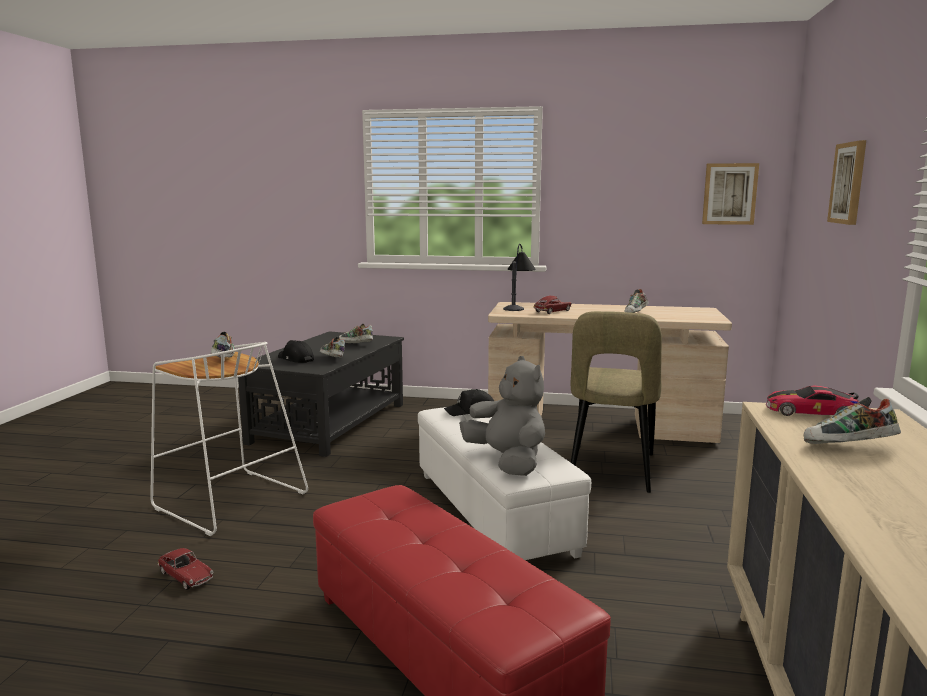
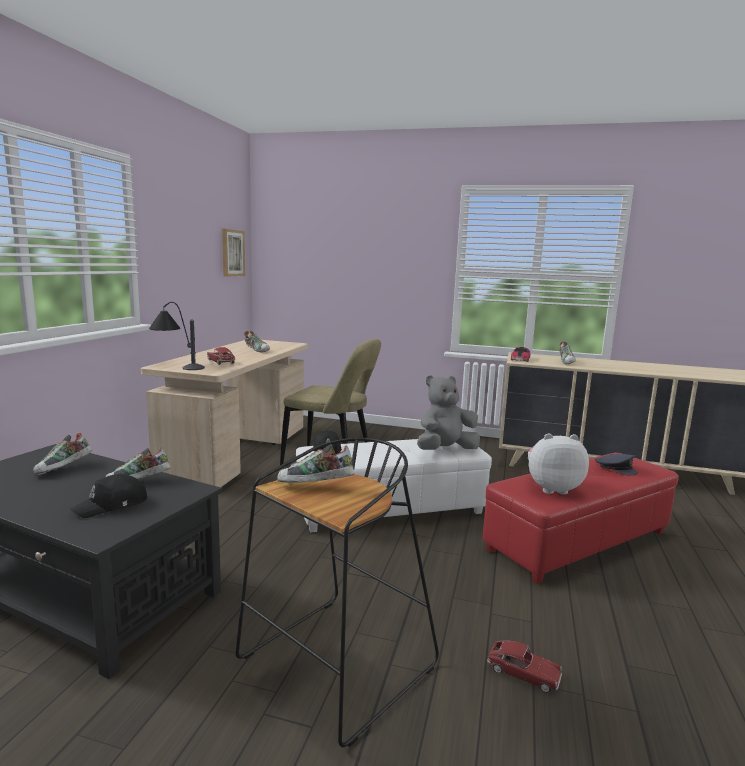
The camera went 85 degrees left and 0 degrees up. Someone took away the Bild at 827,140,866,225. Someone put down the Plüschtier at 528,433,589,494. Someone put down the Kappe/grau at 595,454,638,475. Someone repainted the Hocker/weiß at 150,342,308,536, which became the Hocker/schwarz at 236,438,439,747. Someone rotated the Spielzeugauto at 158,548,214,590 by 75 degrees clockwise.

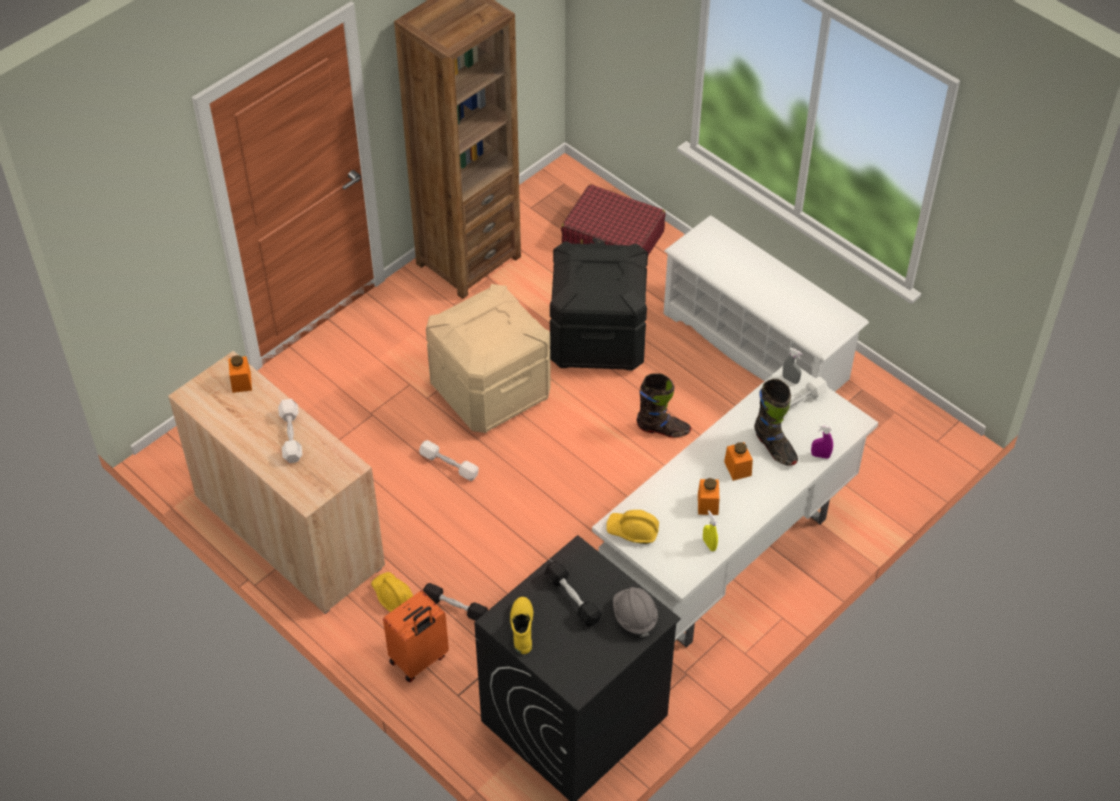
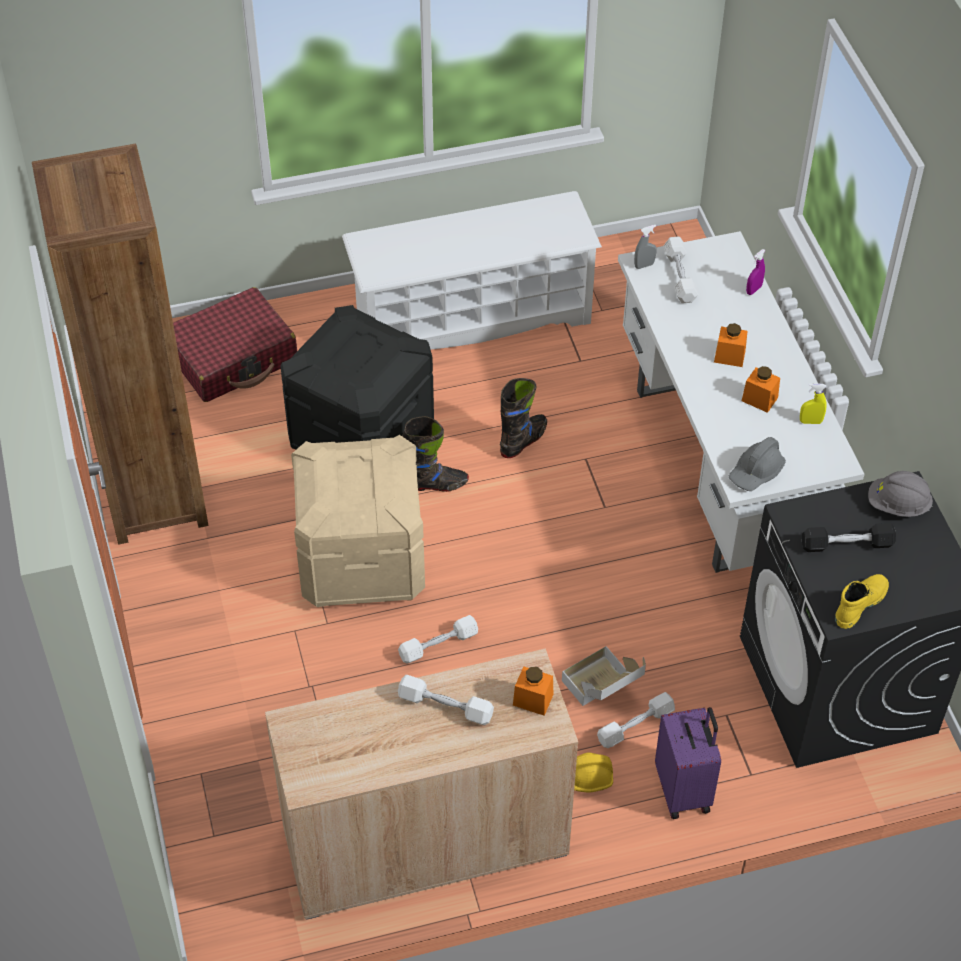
The camera went 60 degrees left and 0 degrees up. Someone put down the Karton at 562,646,646,706. Someone carried the Vorratsglas/orange from 228,355,252,393 to 513,666,553,716. Someone carried the Stiefel/schwarz from 754,379,798,466 to 402,416,469,492. Someone repainted the Koffer/orange at 383,590,449,682, which became the Koffer/lila at 655,707,721,819. Someone repainted the Hantel/schwarz at 423,583,488,621, which became the Hantel/weiß at 597,692,675,748. Someone repainted the Schutzhelm/gelb at 606,510,659,544, which became the Schutzhelm/grau at 729,437,786,491. Someone rotated the Stiefel/gelb at 510,597,533,654 by 105 degrees clockwise.

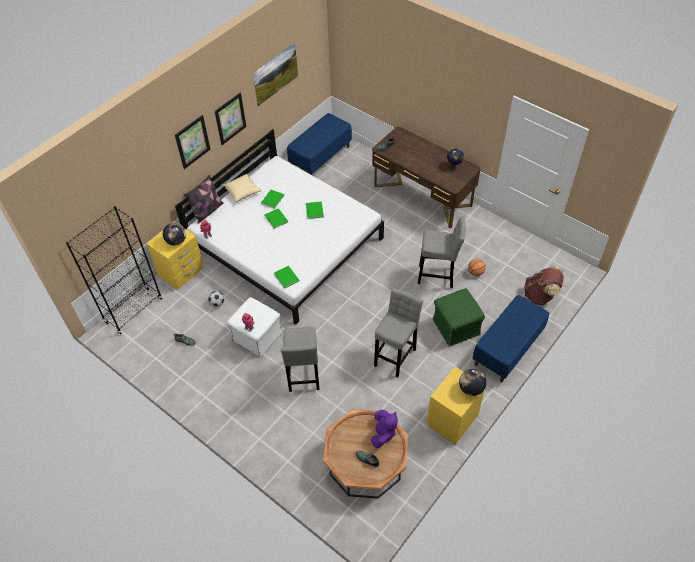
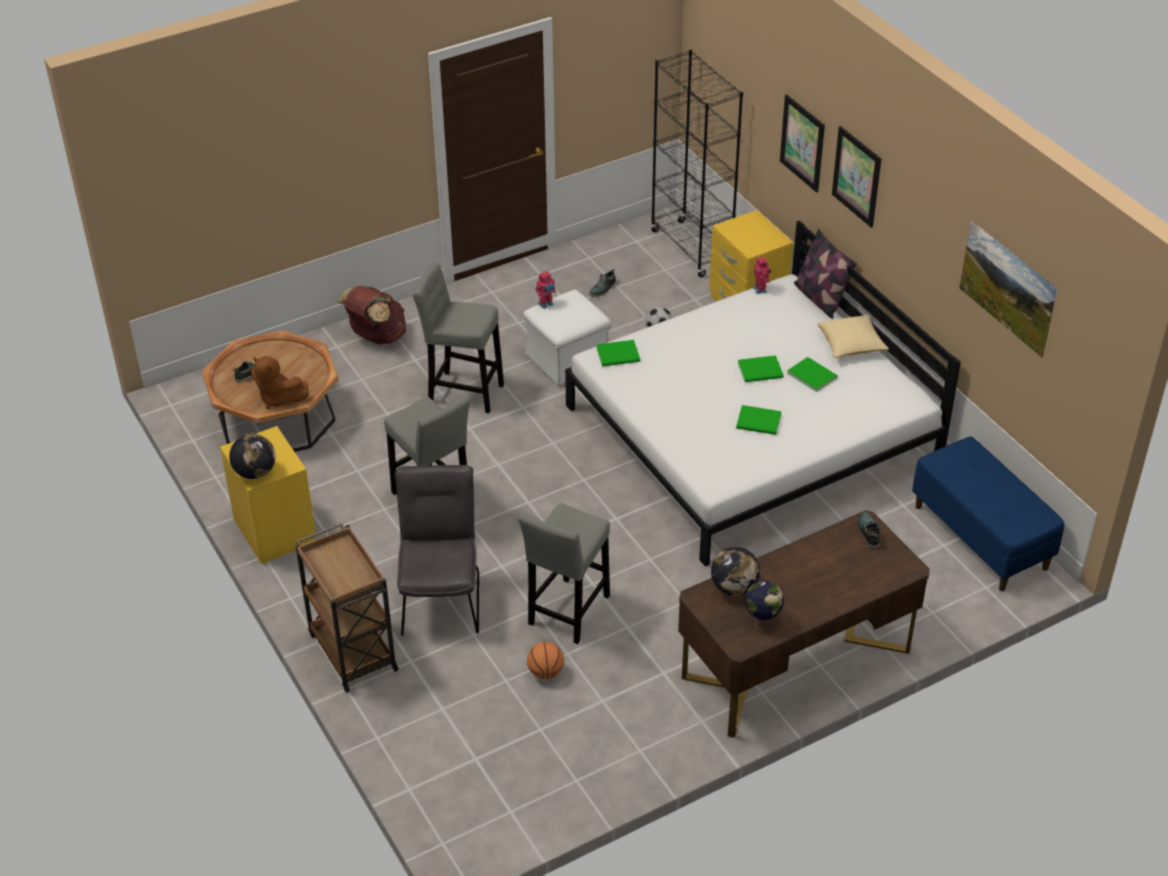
The camera went 110 degrees right and 10 degrees down. Someone carried the Globus from 163,223,186,246 to 711,547,760,596. Someone carried the Bild from 215,93,246,145 to 780,94,825,193. Someone carried the Rucksack/braun from 524,266,564,305 to 337,286,406,345. Someone swapped the Polsterhocker/grün at 433,288,485,347 for the Stuhl/grau at 395,465,480,636. Someone swapped the Bank/blau at 473,295,549,382 for the Rollwagen/braun at 295,523,399,693. Someone repainted the Plüschtier/lila at 371,410,398,448, which became the Plüschtier/braun at 251,356,309,409.

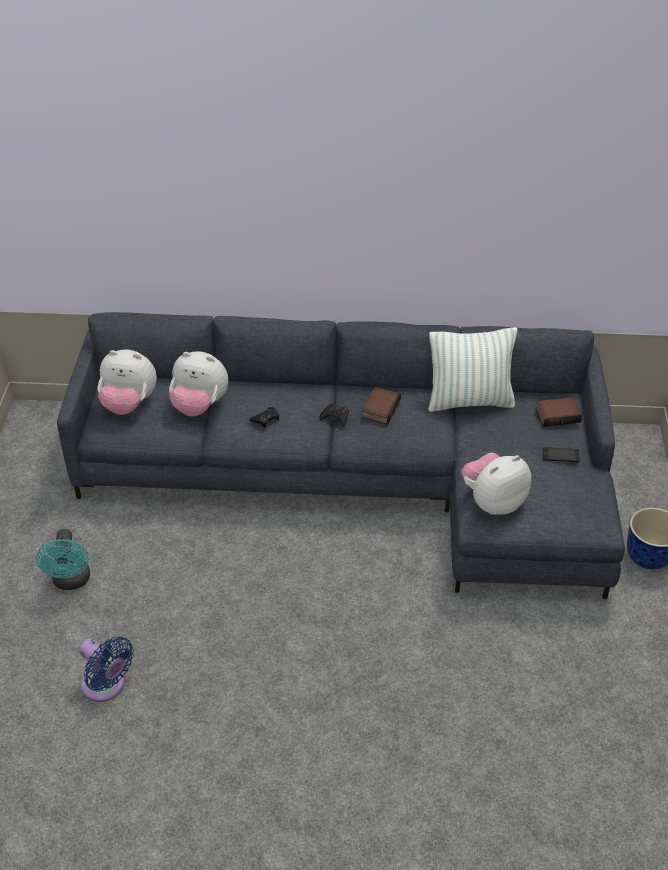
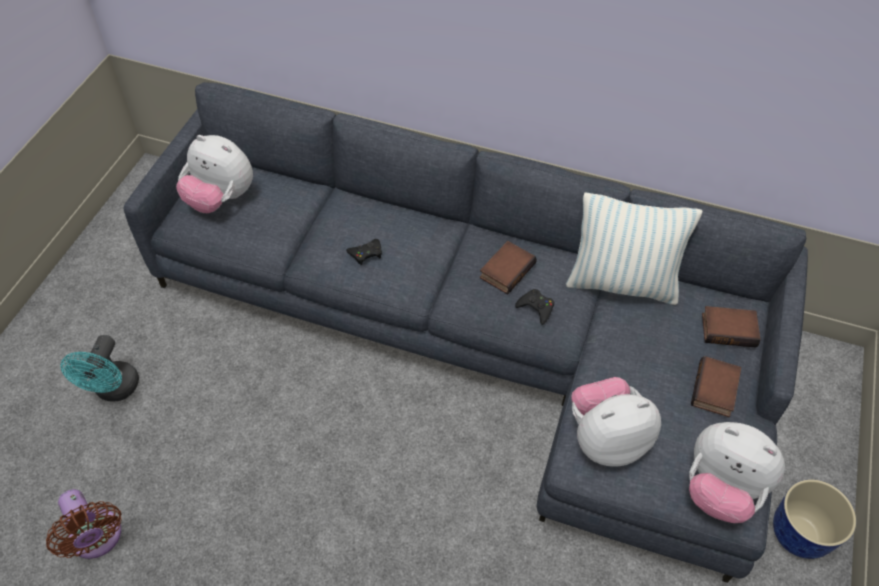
The camera went 15 degrees right and 10 degrees up. Someone carried the Plüschtier from 169,351,228,417 to 689,422,785,523. Someone carried the Gamepad/schwarz from 319,403,349,427 to 515,289,554,325. Someone swapped the Handy at 542,447,580,462 for the Buch at 691,356,741,417. Someone repainted the Ventilator/blau at 79,637,134,702, which became the Ventilator/braun at 46,489,122,559.

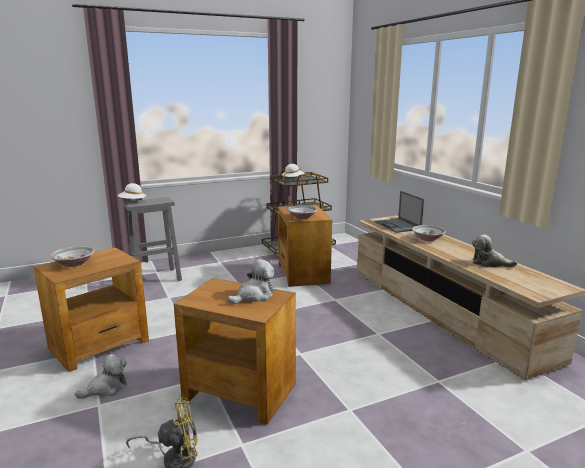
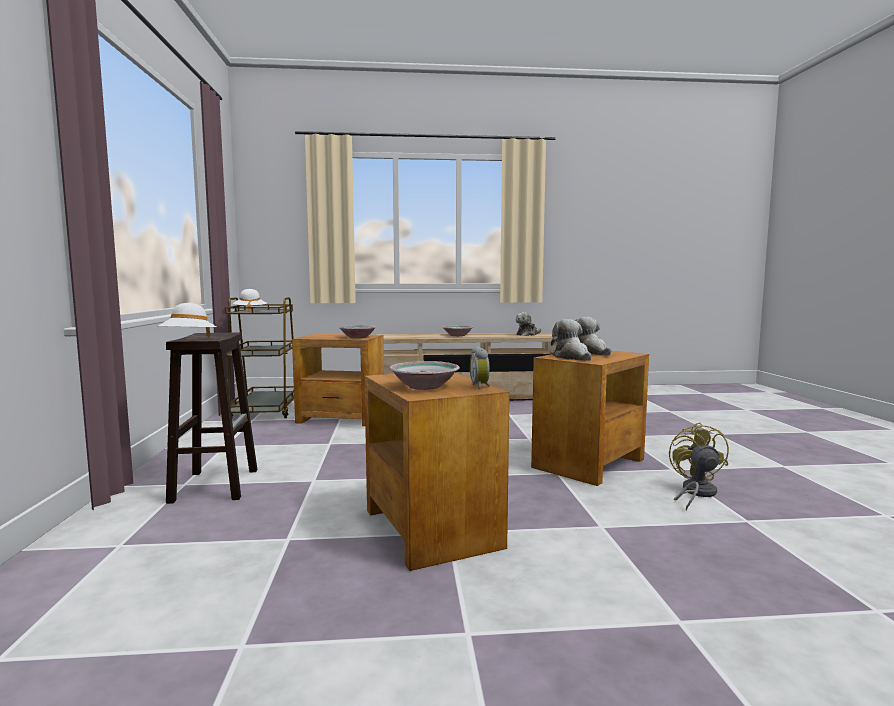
The camera went 70 degrees left and 10 degrees down. Someone took away the Laptop at 375,191,424,233. Someone put down the Wecker at 470,347,490,389. Someone carried the Plüschtier from 75,354,127,399 to 551,319,591,361. Someone repainted the Hocker/grau at 123,197,182,281, which became the Hocker/braun at 166,333,257,504.

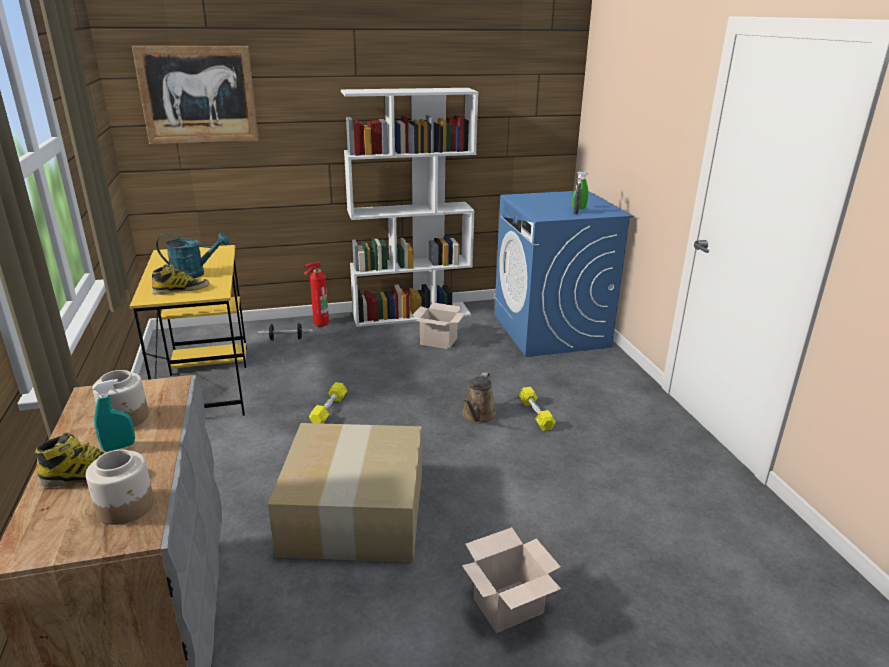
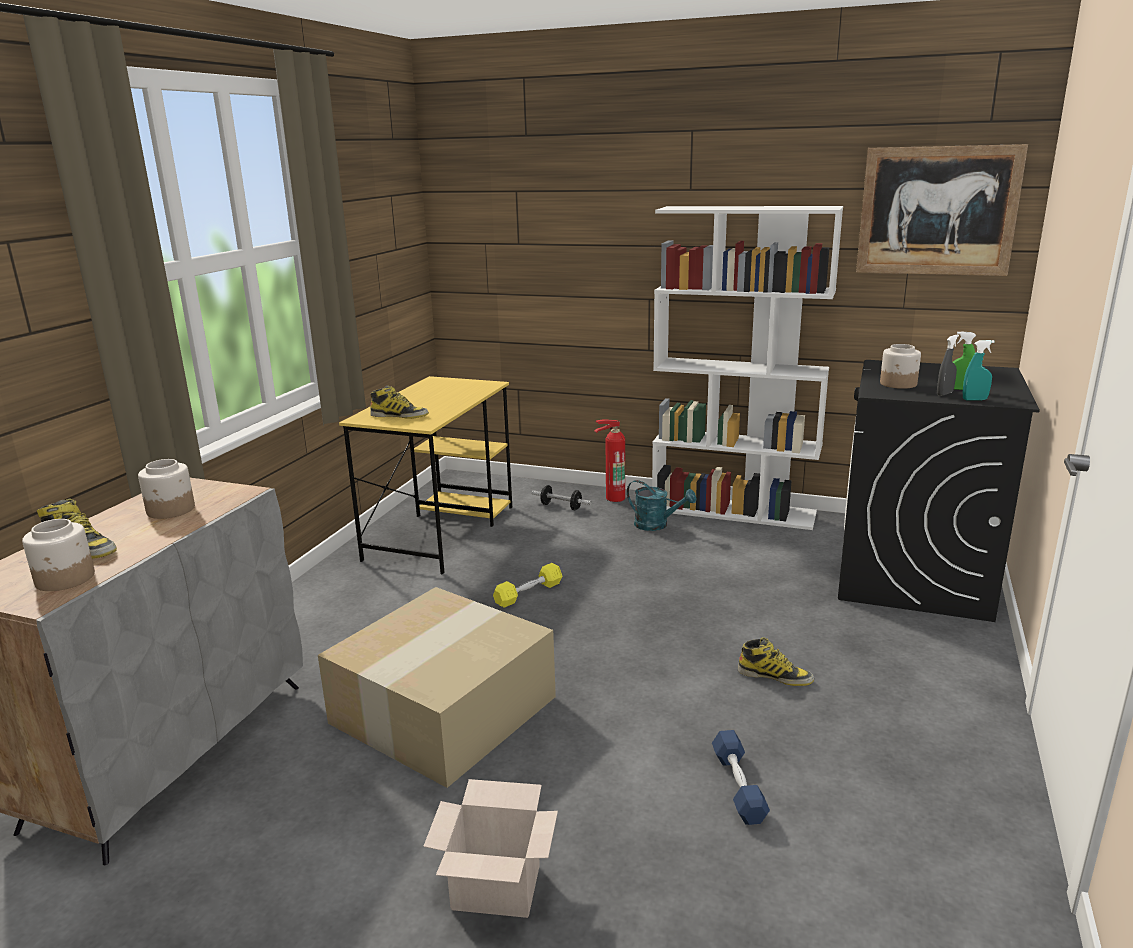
The camera went 35 degrees right and 5 degrees down. Someone took away the Karton at 412,303,466,349. Someone took away the Gießkanne/braun at 462,372,497,423. Someone put down the Hantel/blau at 712,730,770,825. Someone put down the Vorratsglas at 880,344,921,389. Someone carried the Sprühflasche/türkis from 92,379,135,452 to 963,340,995,400. Someone carried the Bild from 132,46,259,144 to 856,144,1028,276. Someone carried the Gießkanne/türkis from 156,232,230,279 to 627,480,697,531. Someone swapped the Hantel/gelb at 519,387,556,431 for the Stiefel at 738,637,814,686. Someone repainted the Waschmaschine/blau at 494,191,633,357, which became the Waschmaschine/schwarz at 838,360,1040,622.

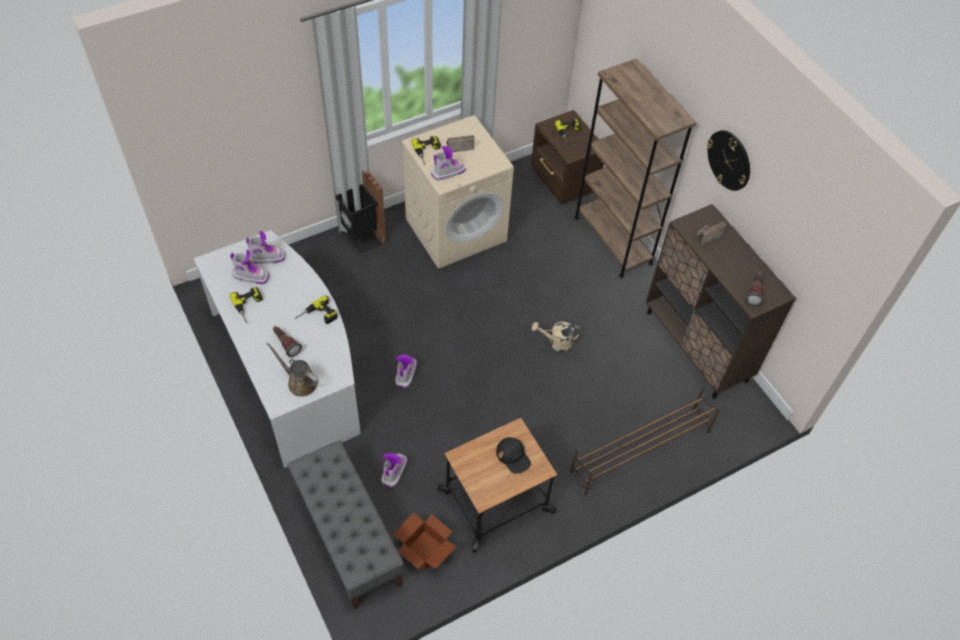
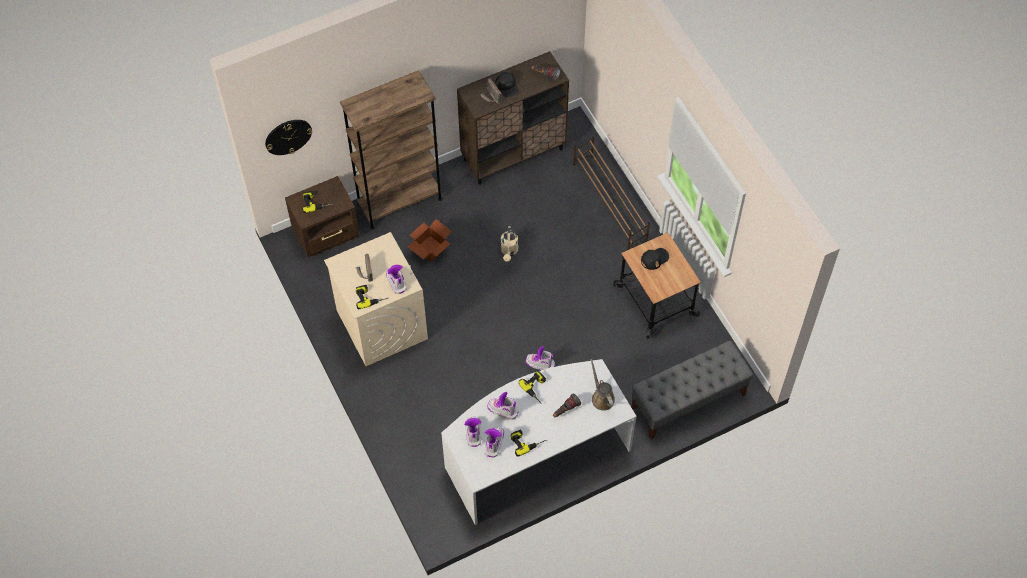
The camera went 85 degrees left and 5 degrees up. Someone took away the Mülleimer/schwarz at 335,170,386,254. Someone put down the Kappe/schwarz at 495,72,519,97. Someone carried the Stiefel from 381,453,408,487 to 487,392,518,420. Someone carried the Karton from 393,513,457,570 to 408,219,452,261. Someone carried the Wanduhr from 707,130,750,191 to 265,120,312,155. Someone rotated the Gießkanne/braun at 266,342,319,397 by 120 degrees clockwise.

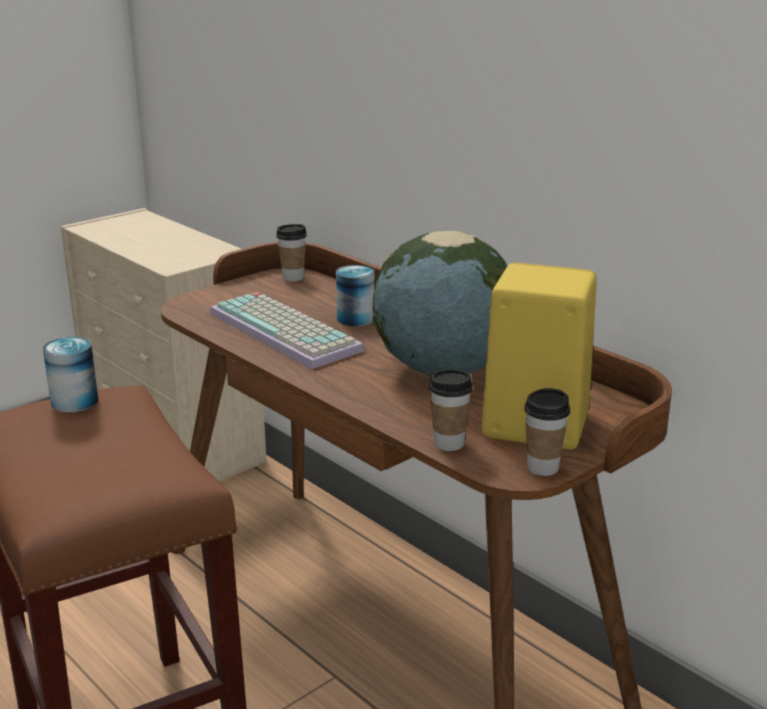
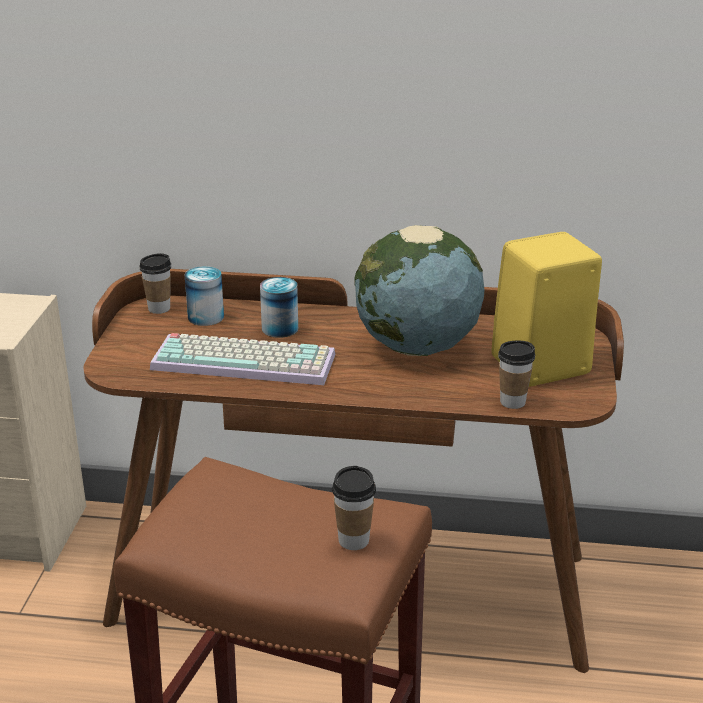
The camera went 40 degrees left and 5 degrees up. Someone carried the Dose from 43,337,98,413 to 185,266,224,326. Someone carried the Tasse from 524,388,570,476 to 332,466,376,550.

